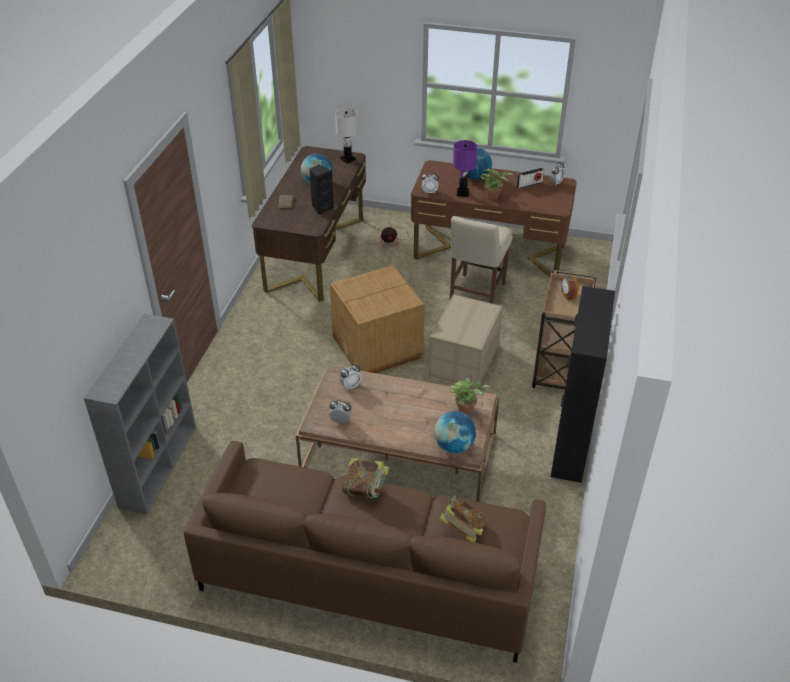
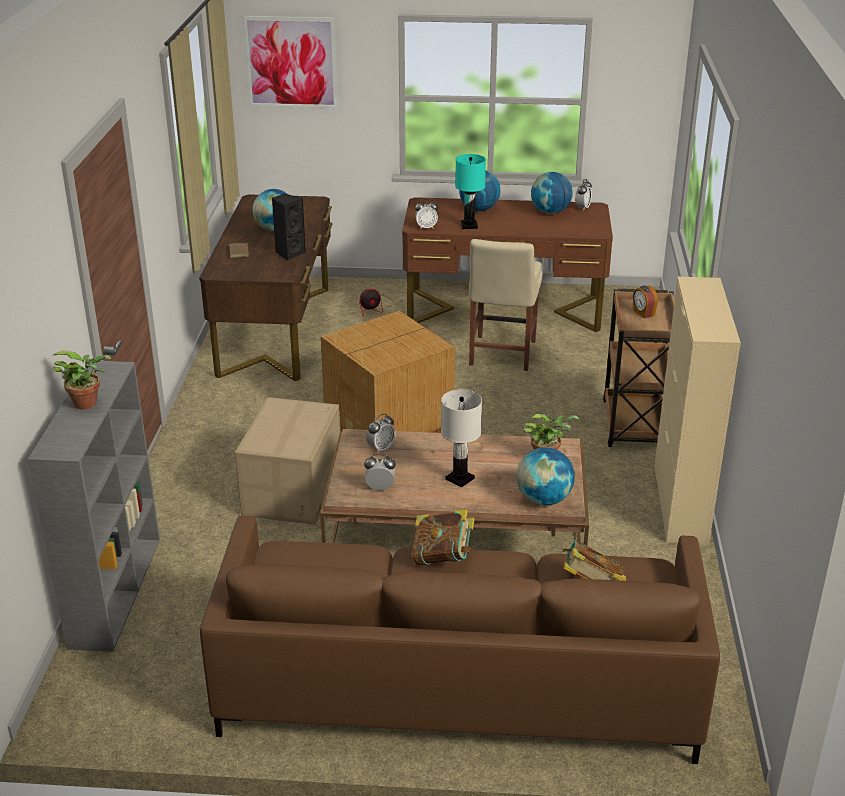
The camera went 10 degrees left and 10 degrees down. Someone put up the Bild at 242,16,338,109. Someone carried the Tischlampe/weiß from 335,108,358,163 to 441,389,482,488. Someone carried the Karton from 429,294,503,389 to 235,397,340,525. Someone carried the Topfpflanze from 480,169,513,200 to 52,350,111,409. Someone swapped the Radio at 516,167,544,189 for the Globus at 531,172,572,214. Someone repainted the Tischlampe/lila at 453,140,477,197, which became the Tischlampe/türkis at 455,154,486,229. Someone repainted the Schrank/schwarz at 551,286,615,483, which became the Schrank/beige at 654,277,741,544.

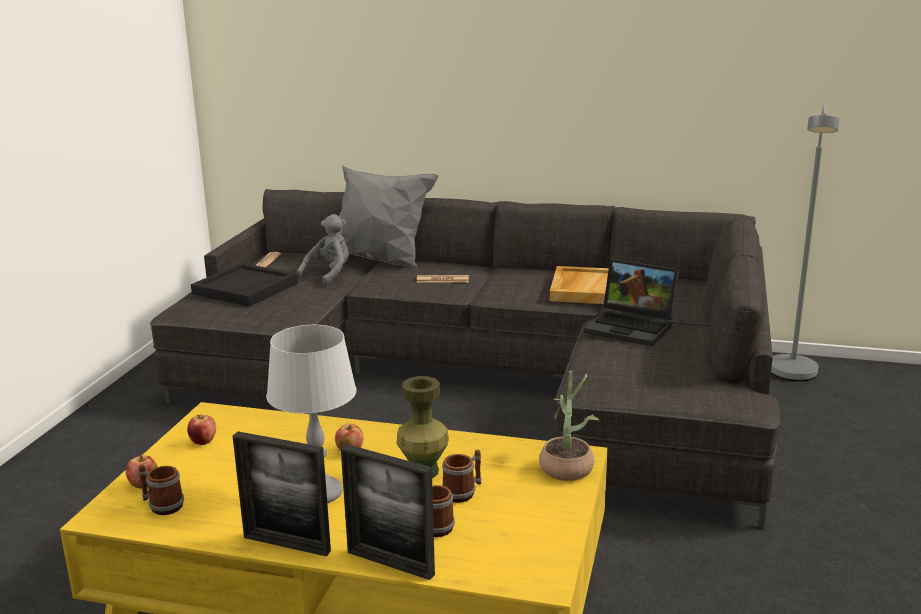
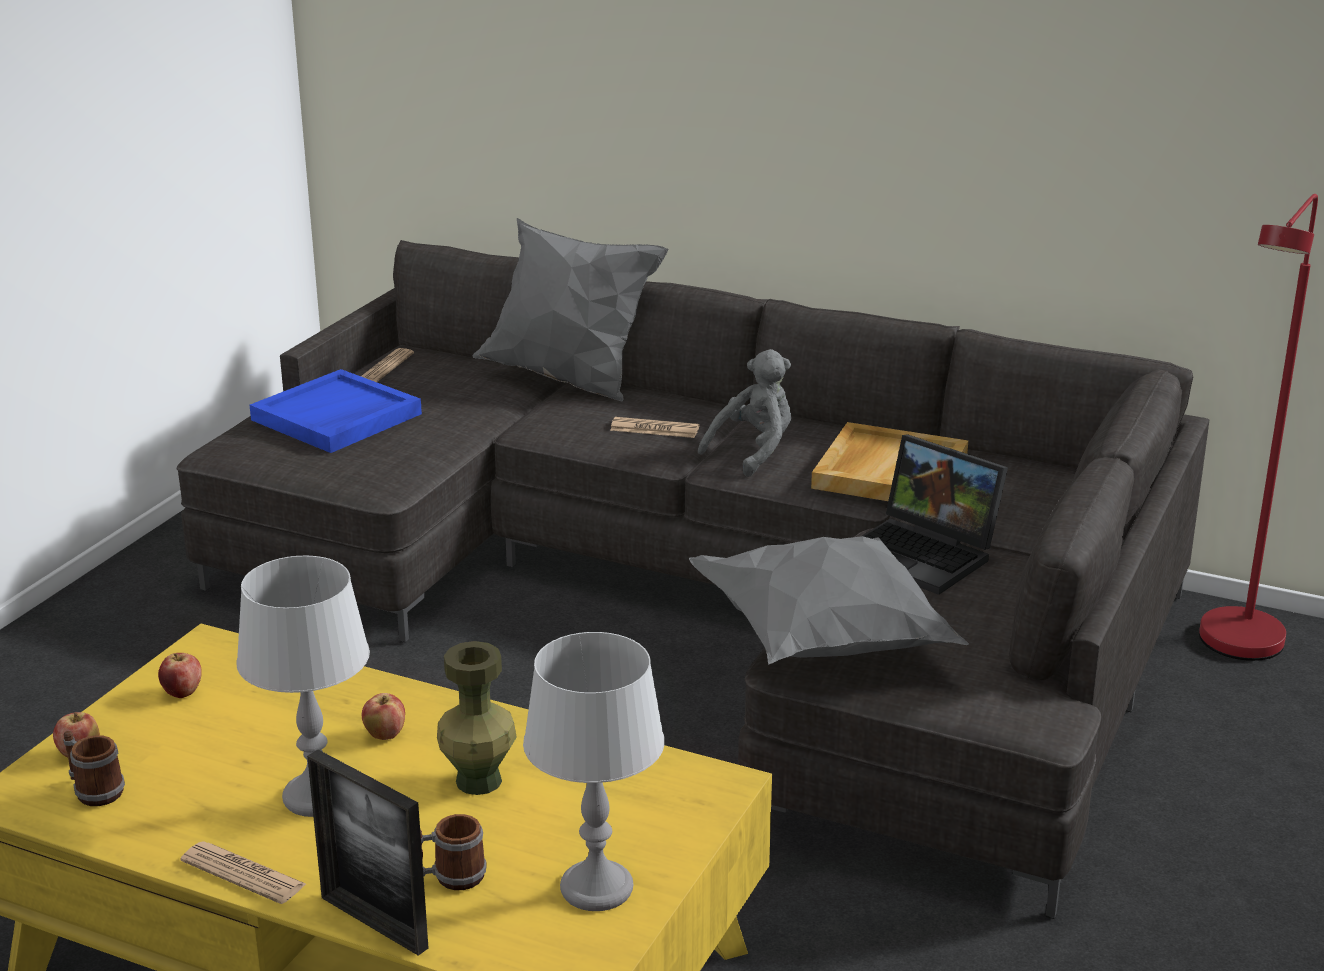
The camera went 10 degrees right and 5 degrees up. Someone took away the Henkelbecher at 442,450,482,503. Someone took away the Topfpflanze at 539,371,599,481. Someone put down the Tischlampe/grau at 523,632,665,911. Someone put down the Kissen/grau at 689,536,969,665. Someone carried the Plüschtier/grau from 297,214,349,286 to 698,349,791,477. Someone swapped the Bilderrahmen at 233,431,331,556 for the Zeitung at 180,841,306,904. Someone repainted the Tablett/schwarz at 191,263,298,307, which became the Tablett/blau at 250,369,422,453. Someone repainted the Stehlampe/grau at 771,104,840,381, which became the Stehlampe/rot at 1199,194,1318,661.

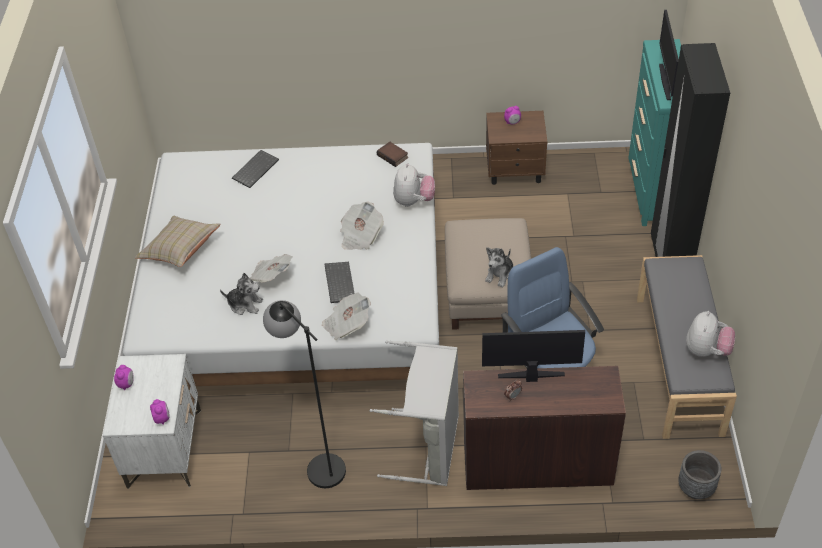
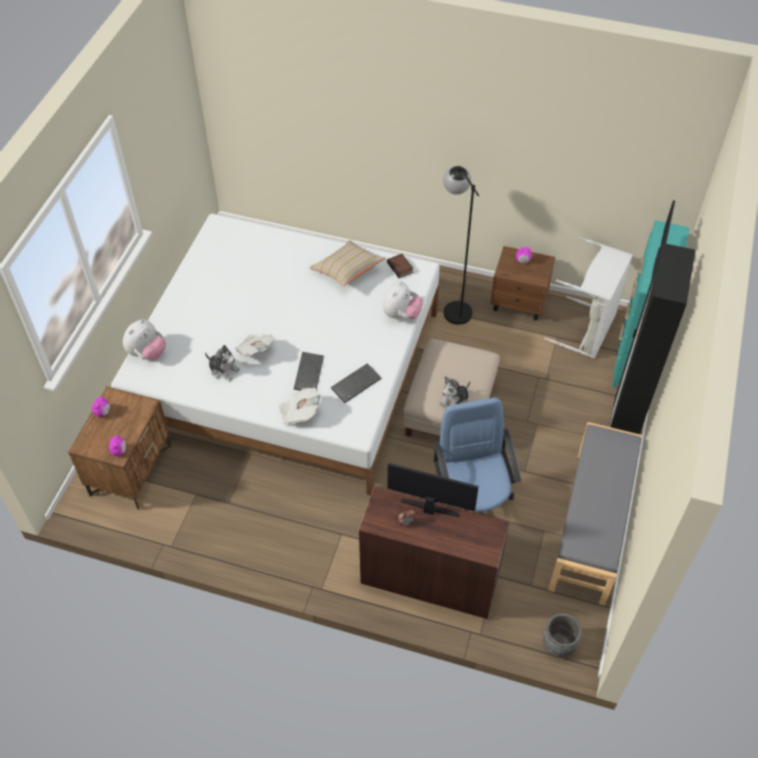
The camera went 15 degrees right and 5 degrees up. Someone took away the Zeitung at 340,202,384,250. Someone carried the Kissen/beige from 135,216,221,267 to 309,240,385,286. Someone carried the Tastatur from 232,150,279,188 to 331,363,381,403. Someone carried the Stehlampe/schwarz from 263,300,346,488 to 443,166,479,325. Someone carried the Wäschekorb/grau from 370,340,459,486 to 544,237,633,359. Someone carried the Plüschtier from 686,311,735,357 to 123,319,166,360. Someone repainted the Nachttisch/weiß at 103,354,201,489, which became the Nachttisch/braun at 68,387,172,510.

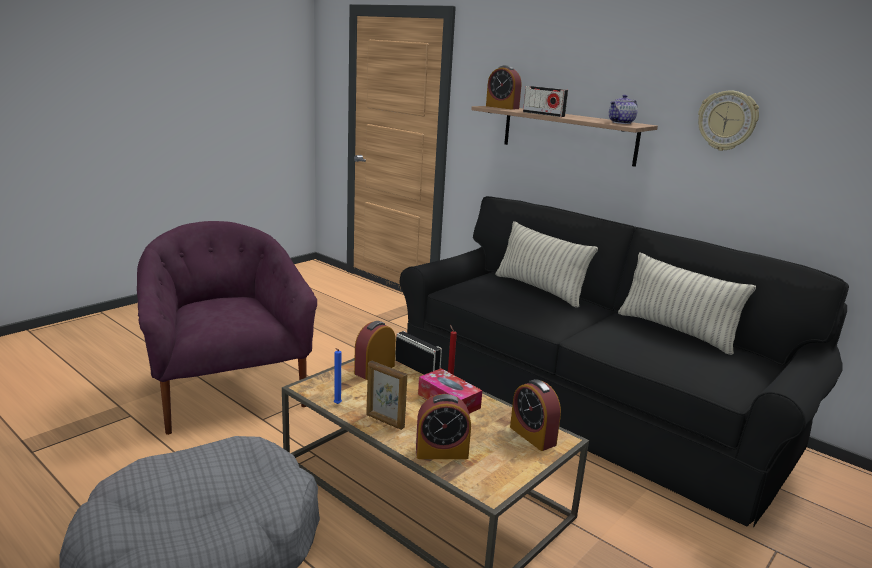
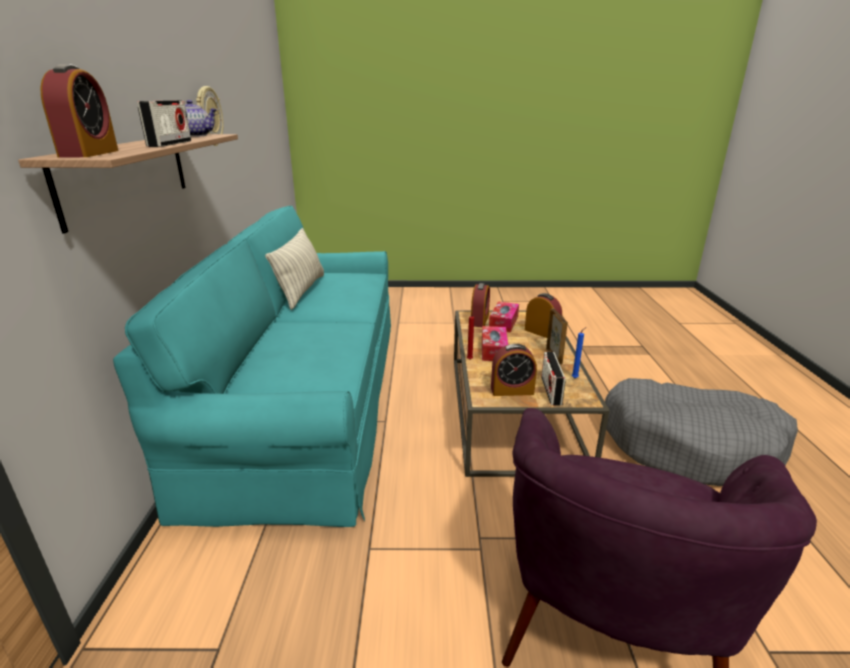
The camera went 130 degrees left and 5 degrees up. Someone took away the Kissen at 496,221,598,308. Someone put down the Taschentuchbox at 489,301,519,333. Someone carried the Radio from 395,331,442,375 to 541,352,565,406. Someone repainted the Sofa/schwarz at 400,196,849,528, which became the Sofa/türkis at 113,206,391,527.

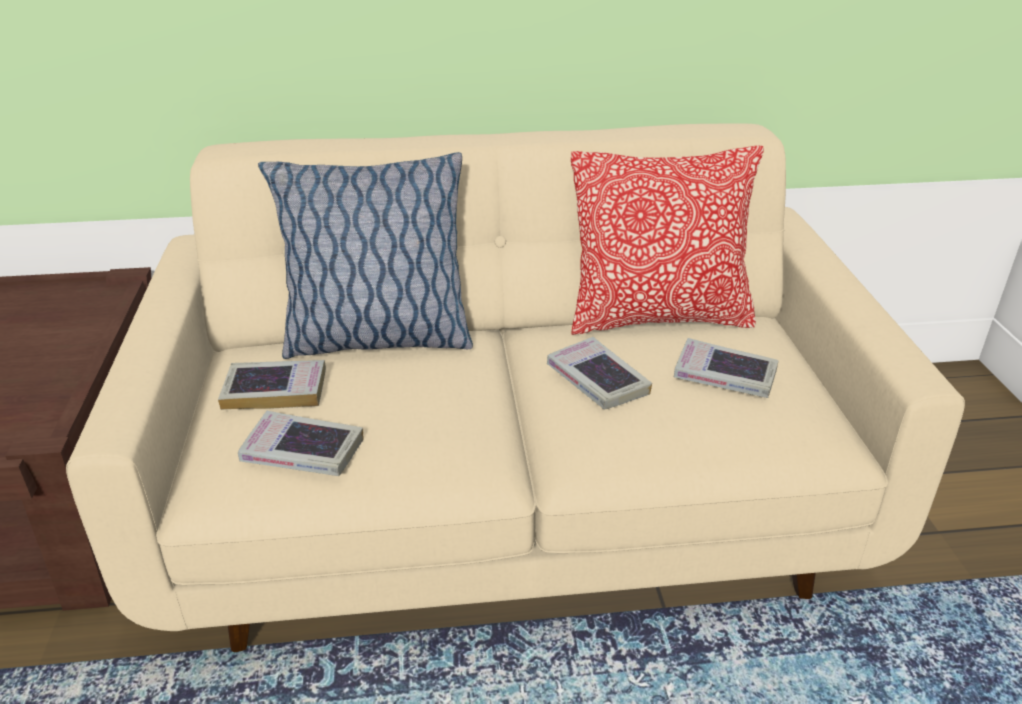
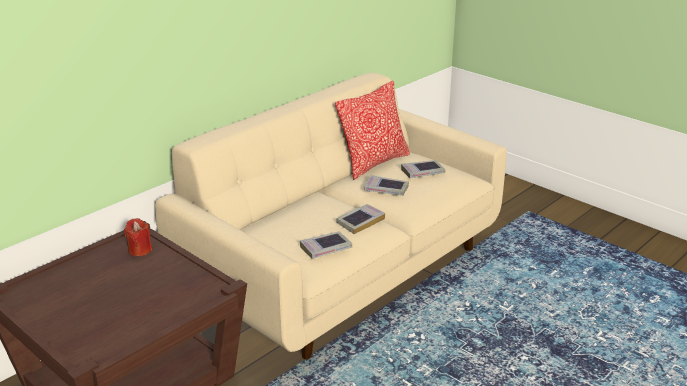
The camera went 40 degrees left and 5 degrees down. Someone took away the Kissen at 258,152,473,359. Someone put down the Kerze/rot at 124,218,152,256. Someone carried the Buch from 218,360,326,410 to 336,204,385,234.

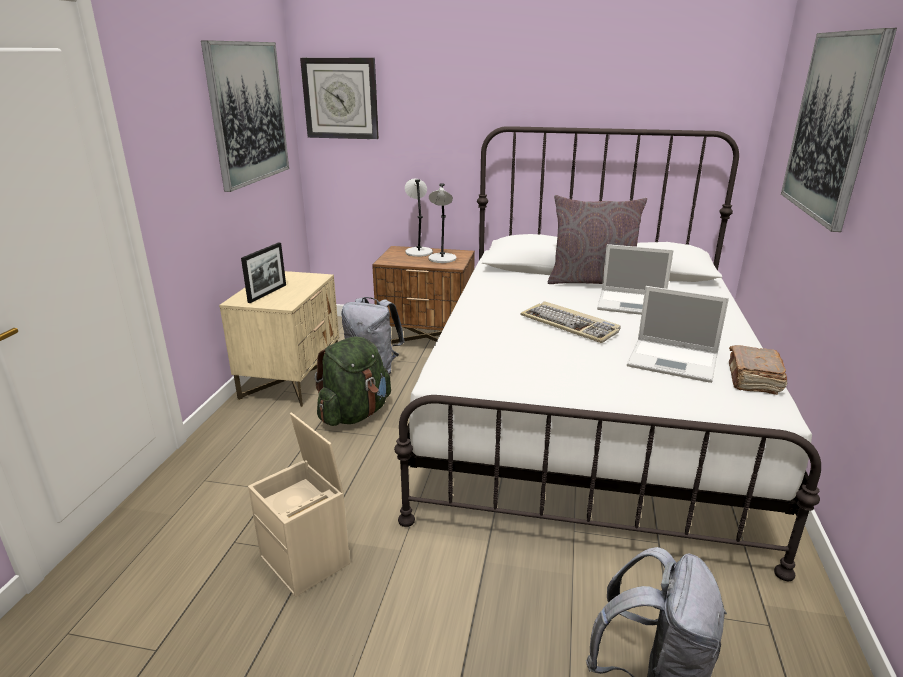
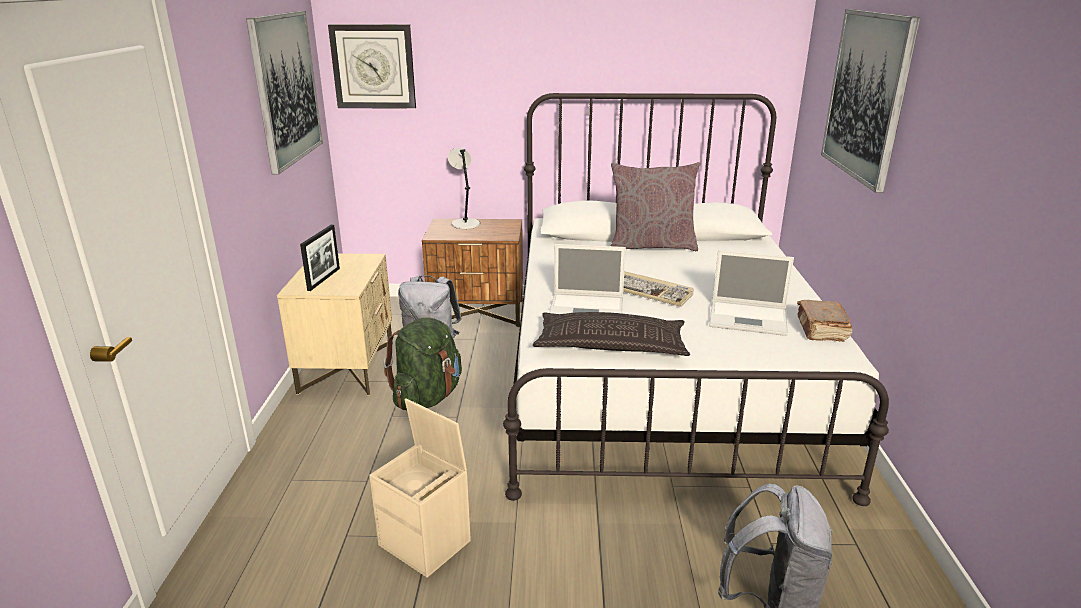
The camera went 10 degrees left and 0 degrees up. Someone took away the Tischlampe/grau at 428,184,457,263. Someone put down the Kissen at 533,312,690,356. Someone carried the Laptop from 597,244,674,315 to 549,244,626,314.

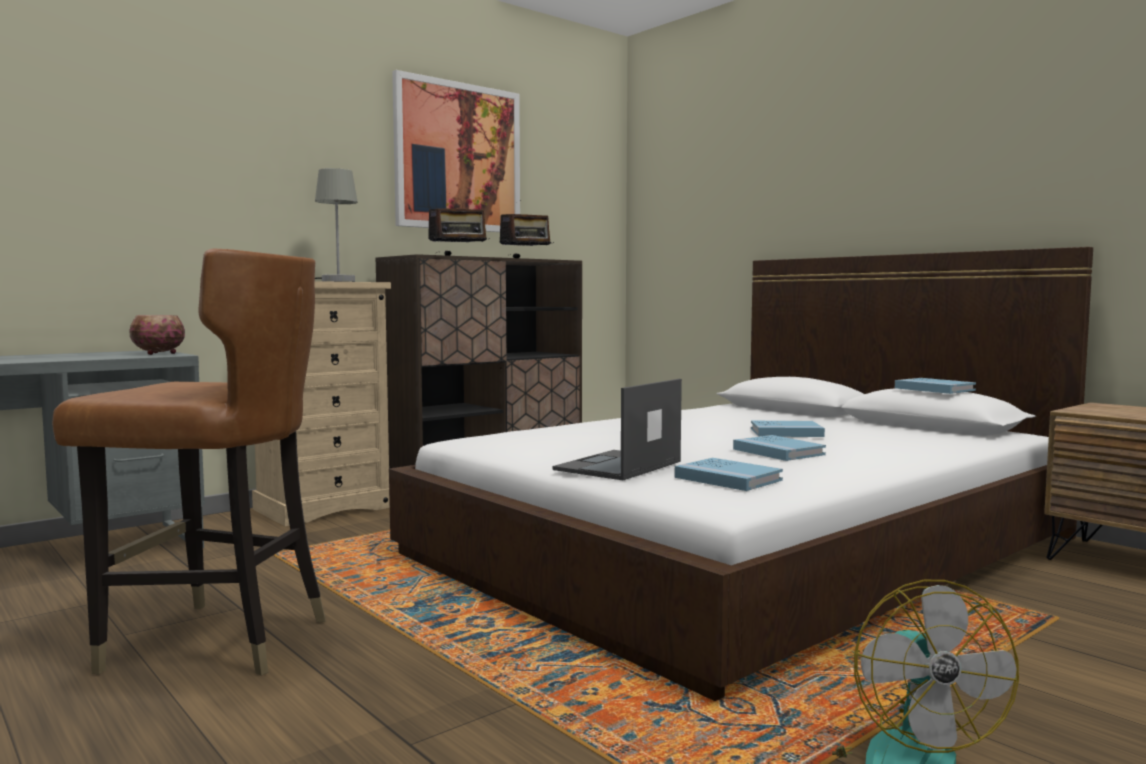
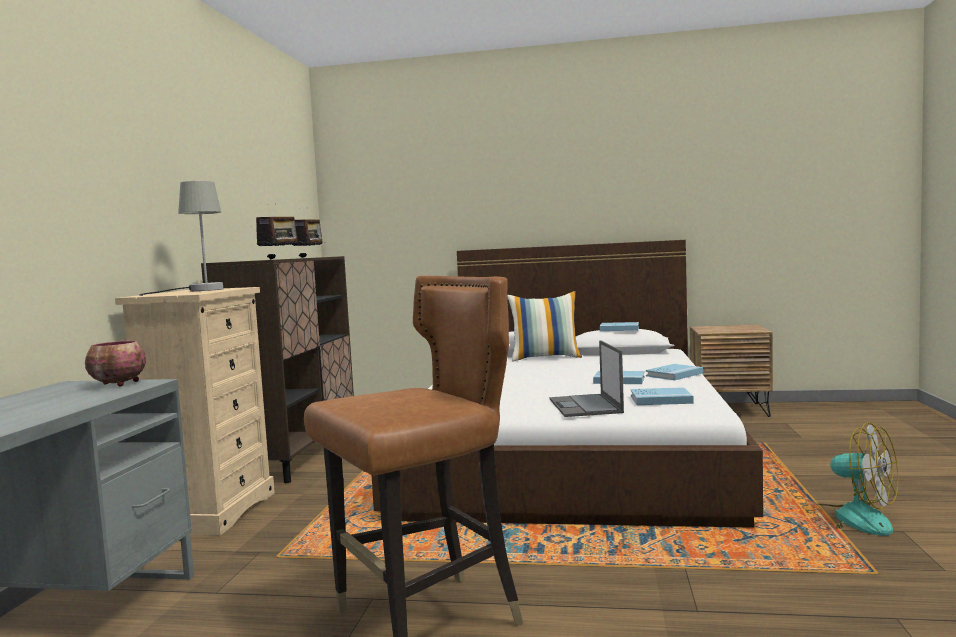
The camera went 40 degrees left and 0 degrees up. Someone took away the Bild at 392,70,520,232. Someone put down the Kissen at 507,291,582,362. Someone carried the Buch/blau from 751,421,825,437 to 646,364,703,380.

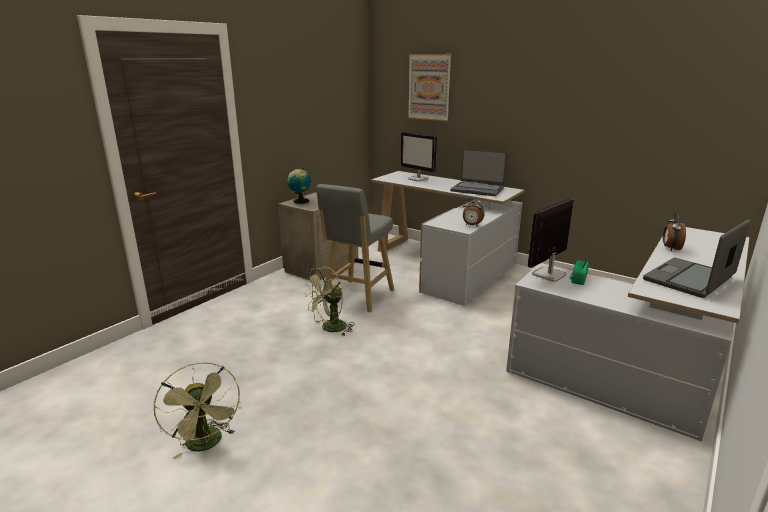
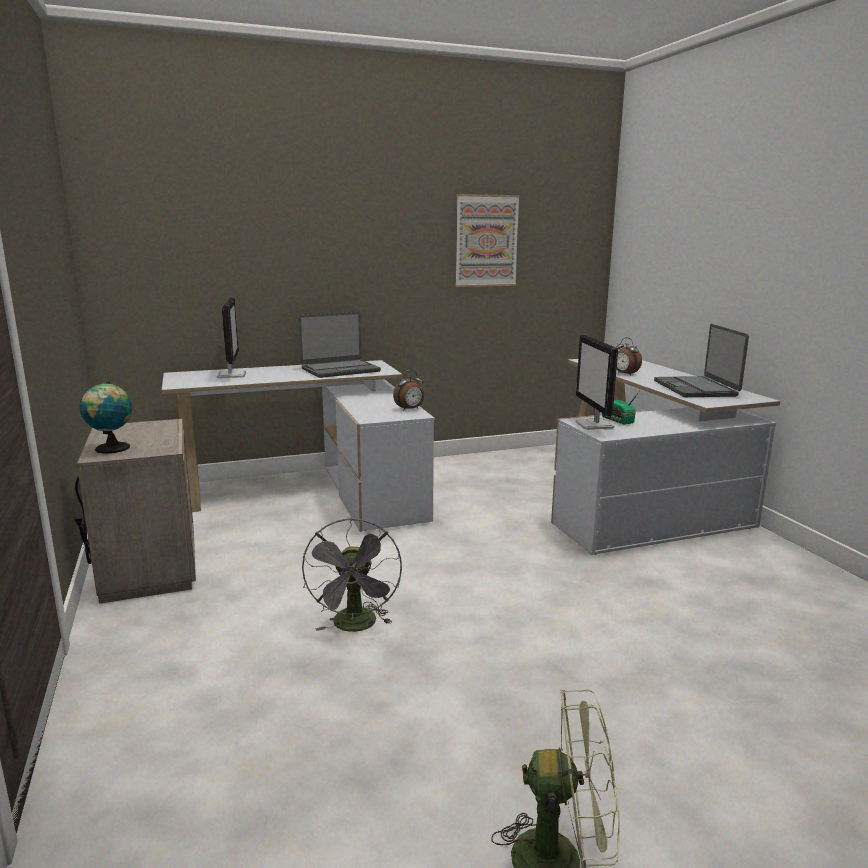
The camera went 55 degrees left and 5 degrees down. Someone took away the Hocker/grau at 317,184,394,312. Someone carried the Bild from 408,54,451,121 to 455,194,520,287. Someone repainted the Ventilator/grün at 305,266,355,336, which became the Ventilator/grau at 302,518,402,632. Someone rotated the Monitor at 401,131,437,181 by 90 degrees counterclockwise.

